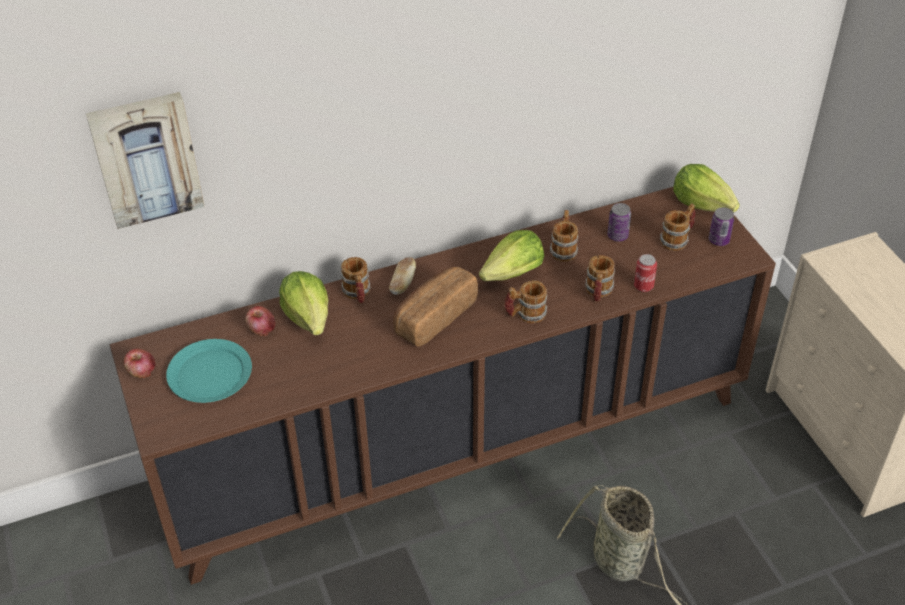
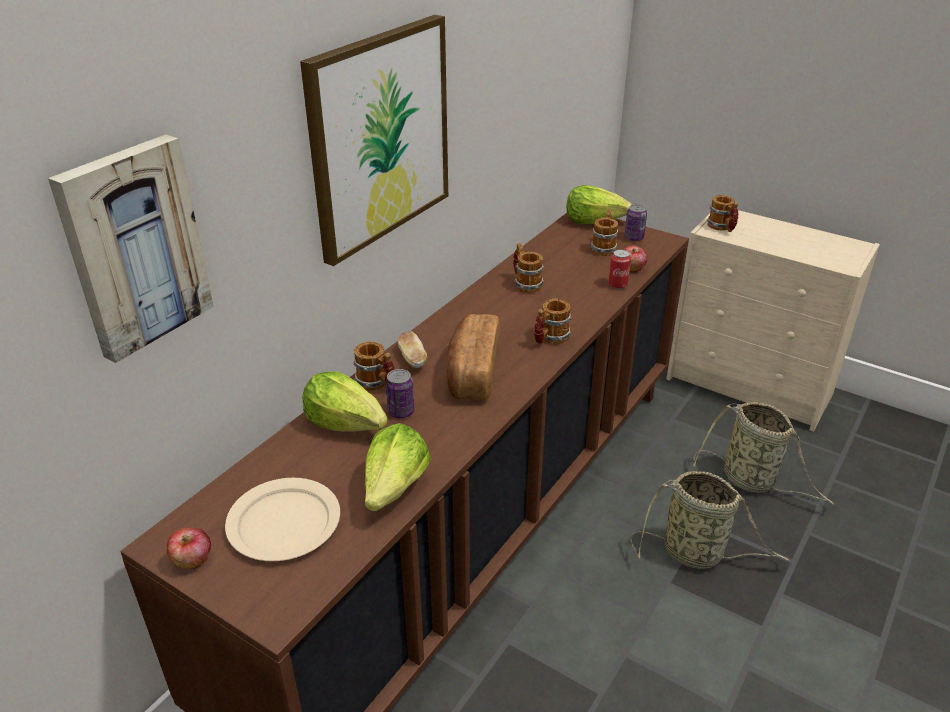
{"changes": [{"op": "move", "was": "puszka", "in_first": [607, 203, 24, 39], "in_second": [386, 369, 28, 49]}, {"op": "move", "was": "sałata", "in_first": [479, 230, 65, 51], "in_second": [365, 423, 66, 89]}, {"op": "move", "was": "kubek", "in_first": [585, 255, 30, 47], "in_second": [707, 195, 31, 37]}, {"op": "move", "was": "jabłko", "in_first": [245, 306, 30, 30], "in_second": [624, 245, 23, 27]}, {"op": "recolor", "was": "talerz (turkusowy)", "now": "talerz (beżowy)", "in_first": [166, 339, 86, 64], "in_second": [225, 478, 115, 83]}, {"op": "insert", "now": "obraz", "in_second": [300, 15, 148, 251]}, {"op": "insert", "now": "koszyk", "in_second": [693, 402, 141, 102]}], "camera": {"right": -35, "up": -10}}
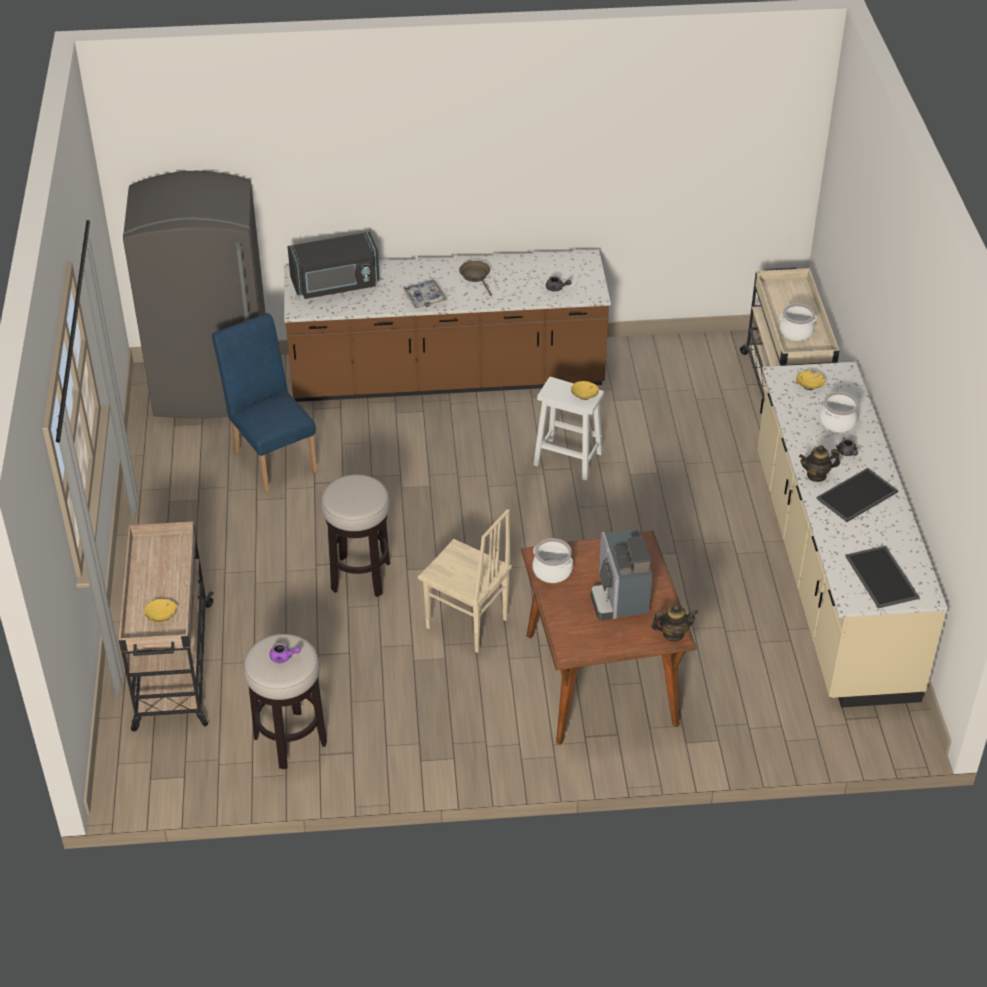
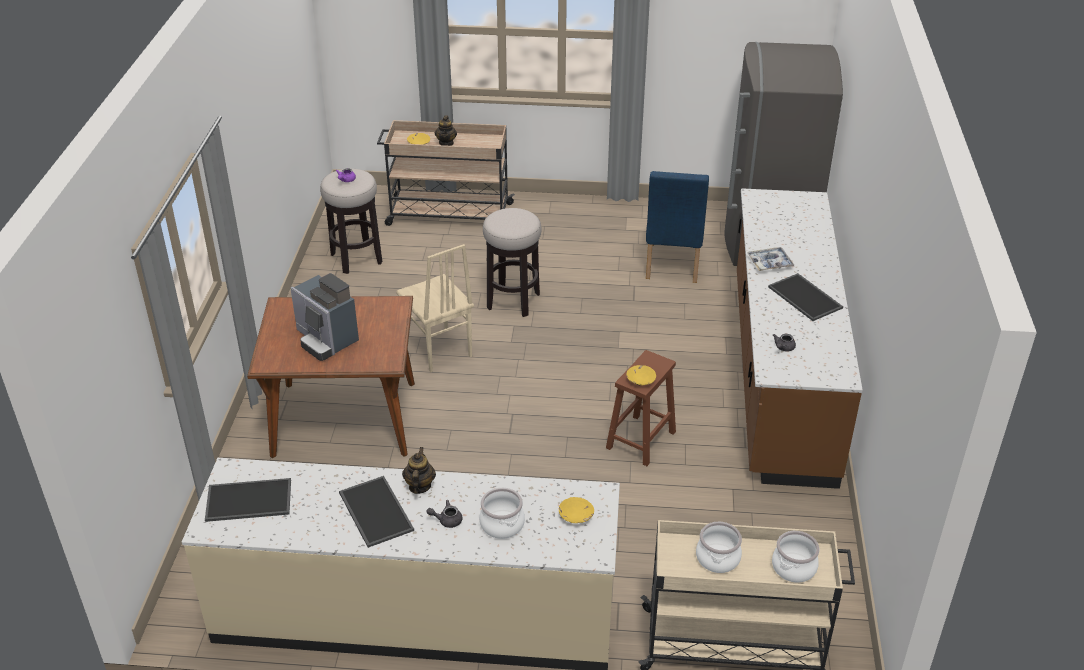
{"changes": [{"op": "delete", "was": "mikrofalówka (czarny)", "in_first": [287, 232, 93, 67]}, {"op": "replace", "was": "patelnia (brązowy)", "now": "taca", "in_first": [459, 261, 33, 35], "in_second": [768, 273, 75, 48]}, {"op": "rotate", "was": "krzesło (niebieski)", "in_first": [212, 313, 106, 180], "in_second": [646, 171, 63, 112], "clockwise": 120}, {"op": "recolor", "was": "stołek (biały)", "now": "stołek (brązowy)", "in_first": [533, 377, 71, 104], "in_second": [606, 350, 70, 116]}, {"op": "rotate", "was": "krzesło (beżowy)", "in_first": [418, 509, 94, 144], "in_second": [396, 244, 78, 128], "clockwise": -75}, {"op": "rotate", "was": "ekspres do kawy", "in_first": [591, 529, 61, 91], "in_second": [290, 273, 69, 88], "clockwise": -135}, {"op": "move", "was": "garnek", "in_first": [533, 538, 40, 45], "in_second": [772, 531, 47, 52]}, {"op": "move", "was": "imbryk", "in_first": [651, 604, 47, 38], "in_second": [435, 115, 22, 31]}], "camera": {"right": 100, "up": -5}}
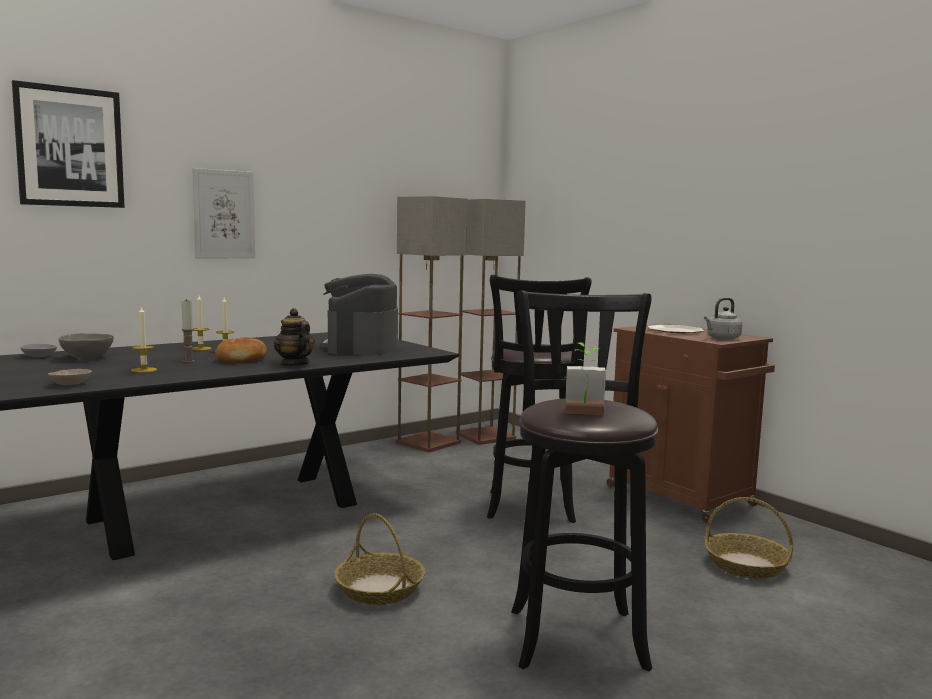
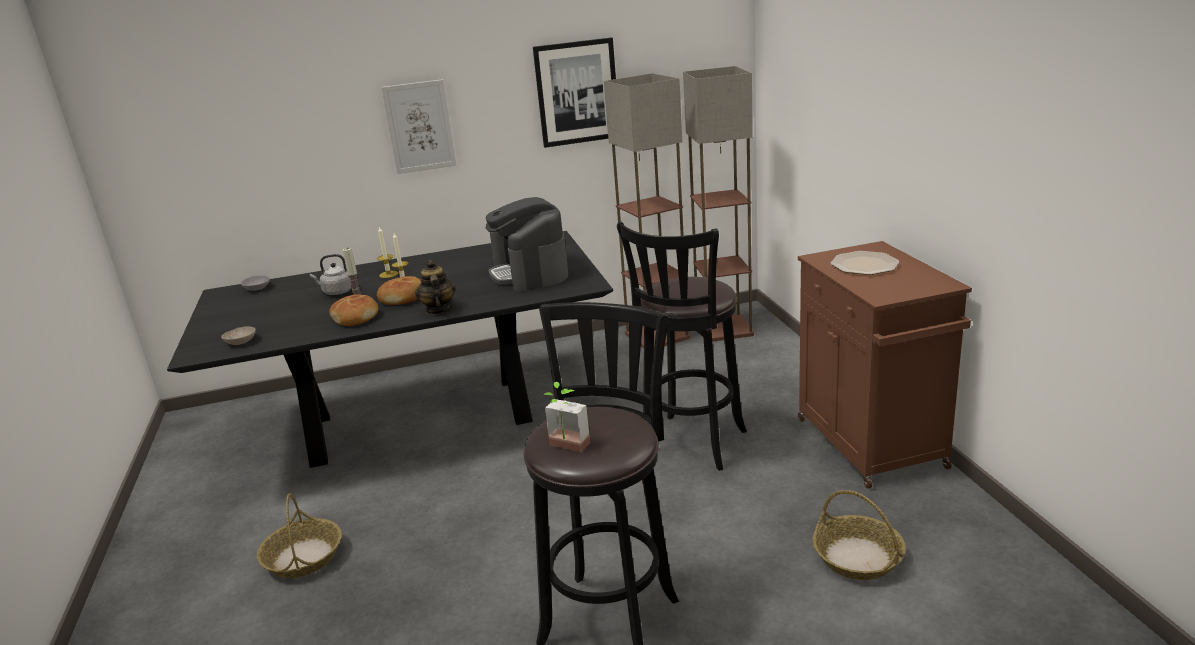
{"changes": [{"op": "move", "was": "obraz", "in_first": [12, 80, 113, 128], "in_second": [533, 37, 83, 111]}, {"op": "rotate", "was": "ekspres do kawy", "in_first": [320, 274, 78, 81], "in_second": [486, 197, 82, 94], "clockwise": -45}, {"op": "move", "was": "czajnik (szary)", "in_first": [704, 298, 38, 42], "in_second": [310, 254, 42, 41]}, {"op": "delete", "was": "świeca", "in_first": [131, 306, 26, 67]}, {"op": "delete", "was": "miska (szary)", "in_first": [58, 333, 56, 26]}, {"op": "move", "was": "koszyk", "in_first": [334, 513, 91, 92], "in_second": [257, 493, 85, 85]}, {"op": "insert", "now": "chleb", "in_second": [329, 294, 50, 32]}], "camera": {"right": 25, "up": 15}}
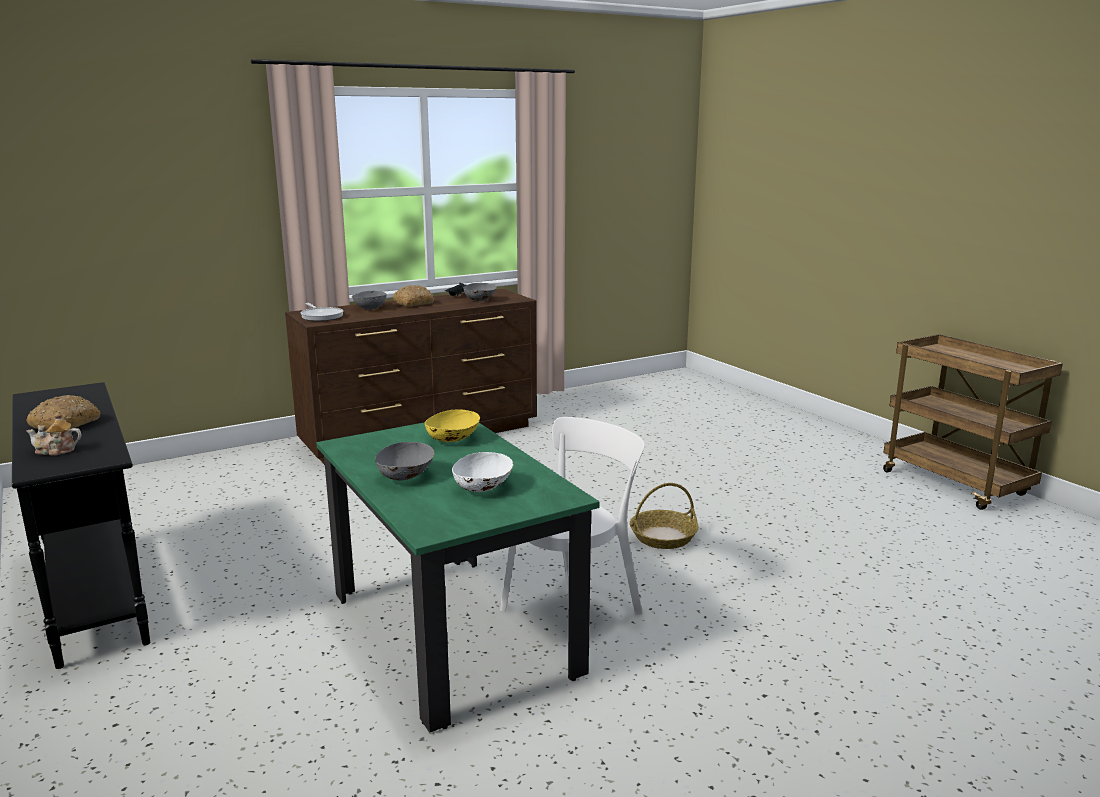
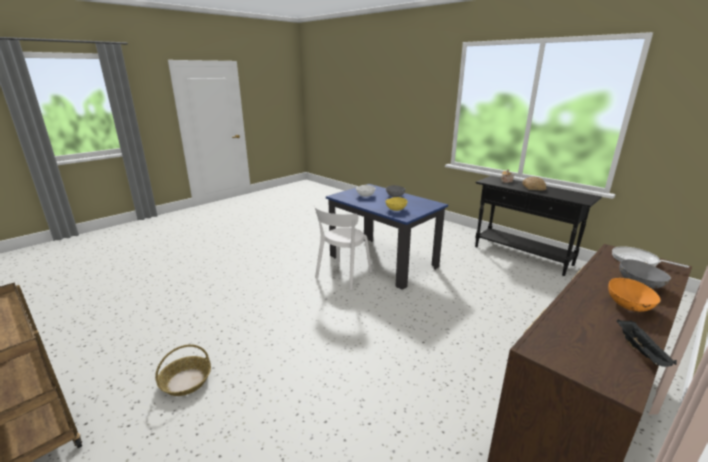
{"changes": [{"op": "delete", "was": "miska (szary)", "in_first": [463, 283, 34, 18]}, {"op": "replace", "was": "chleb", "now": "miska (pomarańczowy)", "in_first": [393, 285, 41, 22], "in_second": [608, 278, 53, 34]}, {"op": "recolor", "was": "stół jadalny (zielony)", "now": "stół jadalny (niebieski)", "in_first": [316, 422, 284, 311], "in_second": [326, 184, 122, 106]}, {"op": "move", "was": "koszyk", "in_first": [630, 483, 69, 66], "in_second": [155, 344, 56, 52]}], "camera": {"right": 165, "up": 5}}
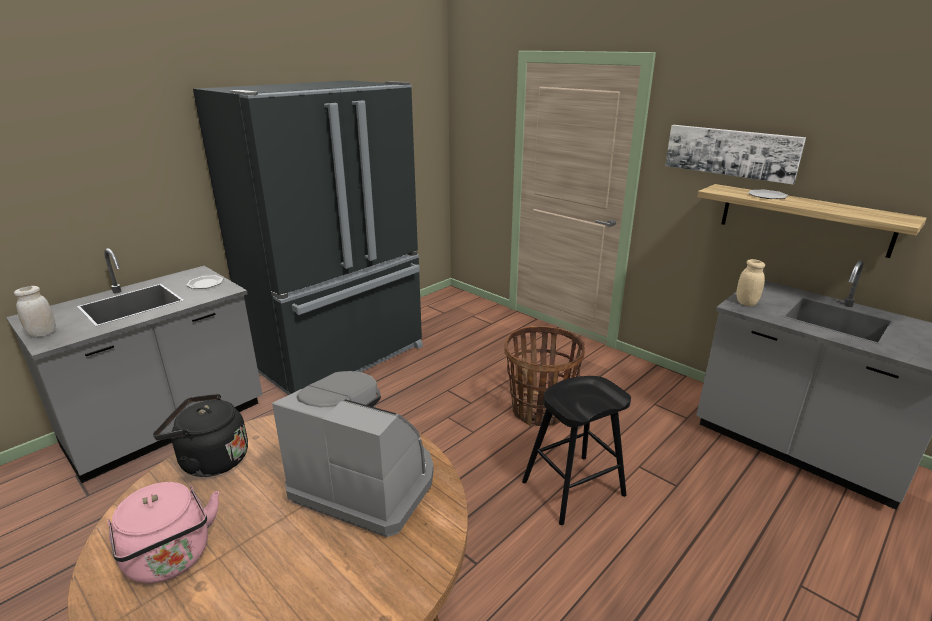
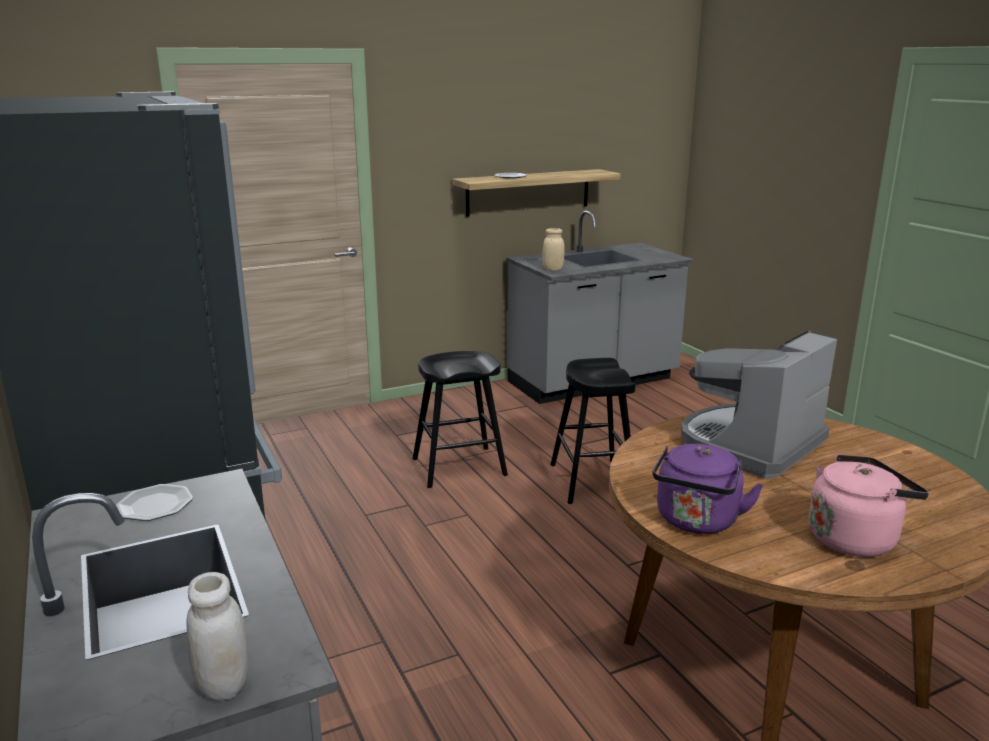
{"changes": [{"op": "delete", "was": "obraz", "in_first": [665, 125, 141, 60]}, {"op": "replace", "was": "koszyk", "now": "stołek (czarny)", "in_first": [504, 326, 81, 100], "in_second": [413, 351, 95, 137]}, {"op": "recolor", "was": "czajnik (czarny)", "now": "czajnik (fioletowy)", "in_first": [153, 394, 95, 83], "in_second": [652, 444, 111, 90]}], "camera": {"right": -70, "up": -5}}
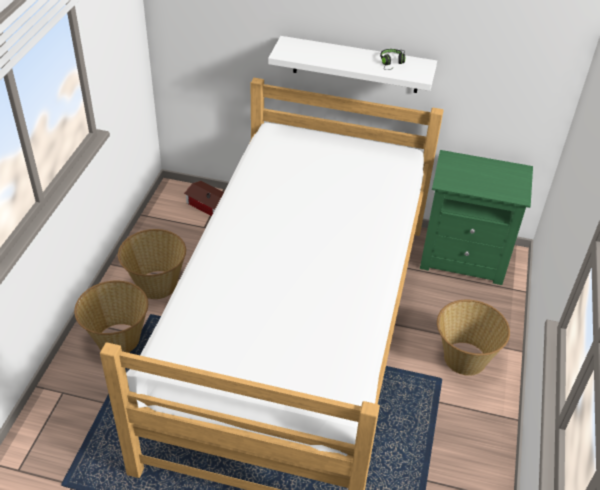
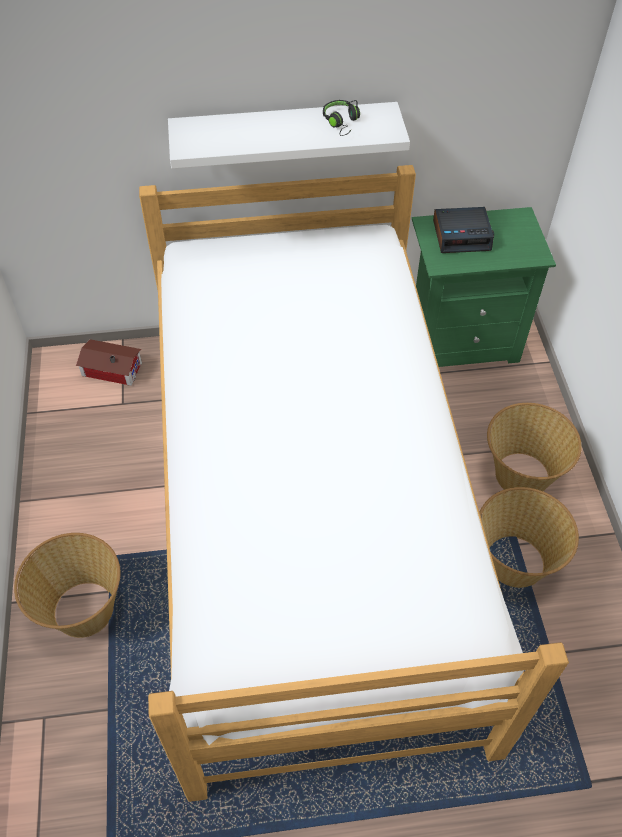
{"changes": [{"op": "move", "was": "koszyk", "in_first": [118, 229, 68, 70], "in_second": [479, 487, 100, 101]}, {"op": "insert", "now": "budzik", "in_second": [433, 207, 61, 46]}], "camera": {"right": -20, "up": 10}}
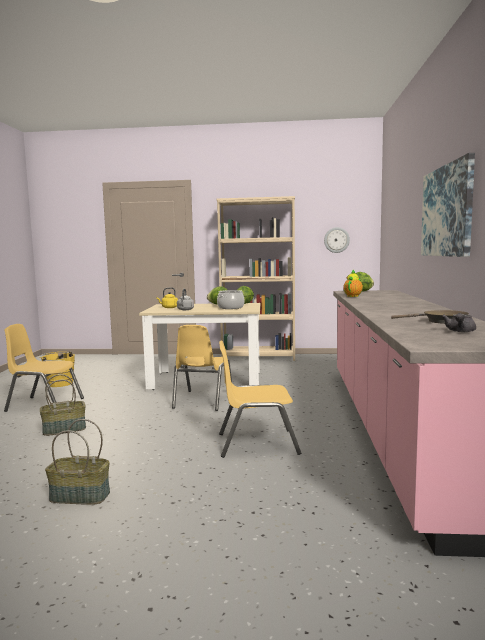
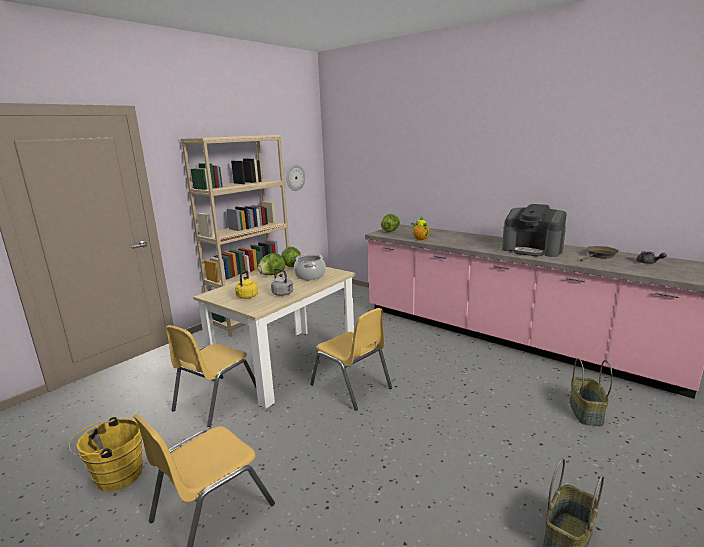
{"changes": [{"op": "delete", "was": "obraz", "in_first": [421, 153, 54, 104]}, {"op": "move", "was": "krzesło (żółty)", "in_first": [219, 340, 82, 118], "in_second": [165, 325, 91, 102]}, {"op": "move", "was": "koszyk", "in_first": [40, 374, 46, 62], "in_second": [569, 358, 44, 68]}, {"op": "insert", "now": "ekspres do kawy", "in_second": [502, 204, 65, 53]}], "camera": {"right": -55, "up": 10}}
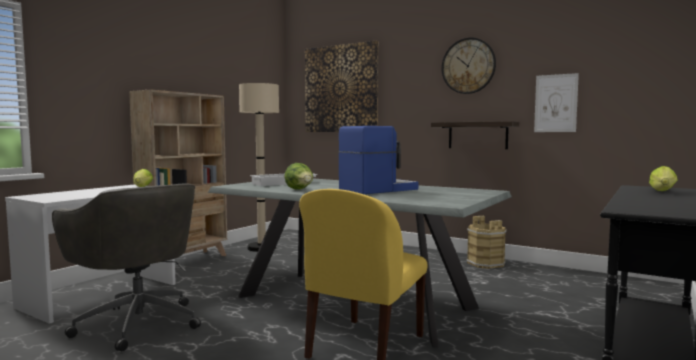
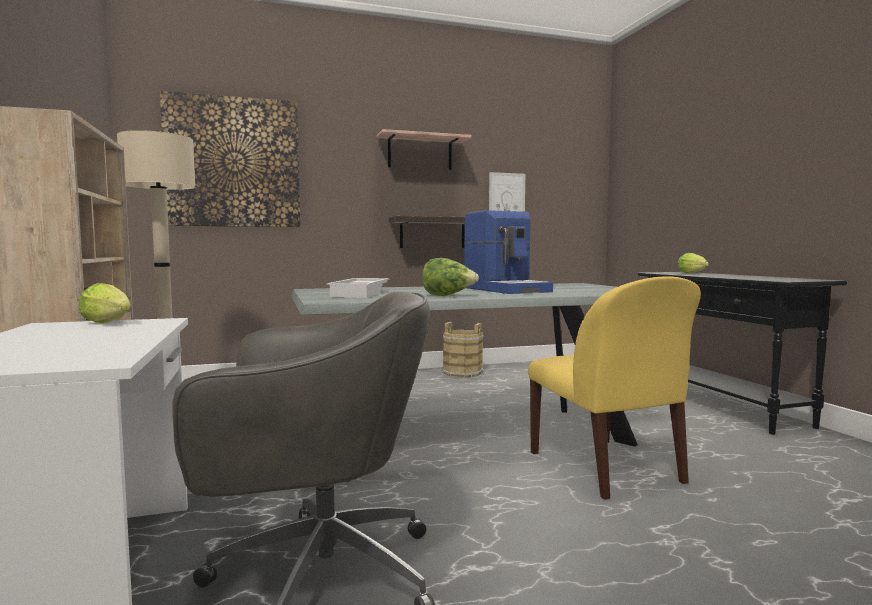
{"changes": [{"op": "replace", "was": "zegar ścienny", "now": "półka", "in_first": [441, 37, 55, 57], "in_second": [376, 129, 96, 41]}, {"op": "rotate", "was": "ekspres do kawy", "in_first": [338, 126, 80, 68], "in_second": [464, 210, 89, 84], "clockwise": 150}], "camera": {"right": -50, "up": 0}}
